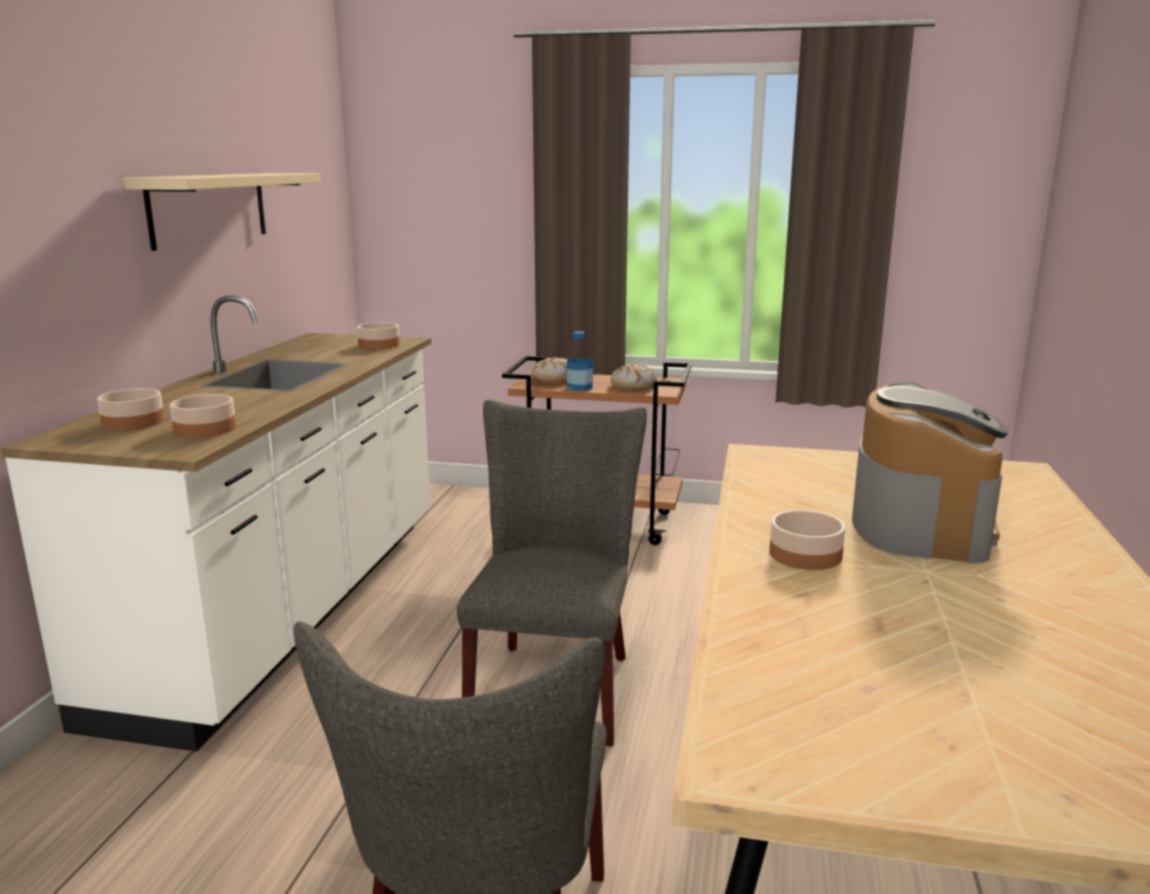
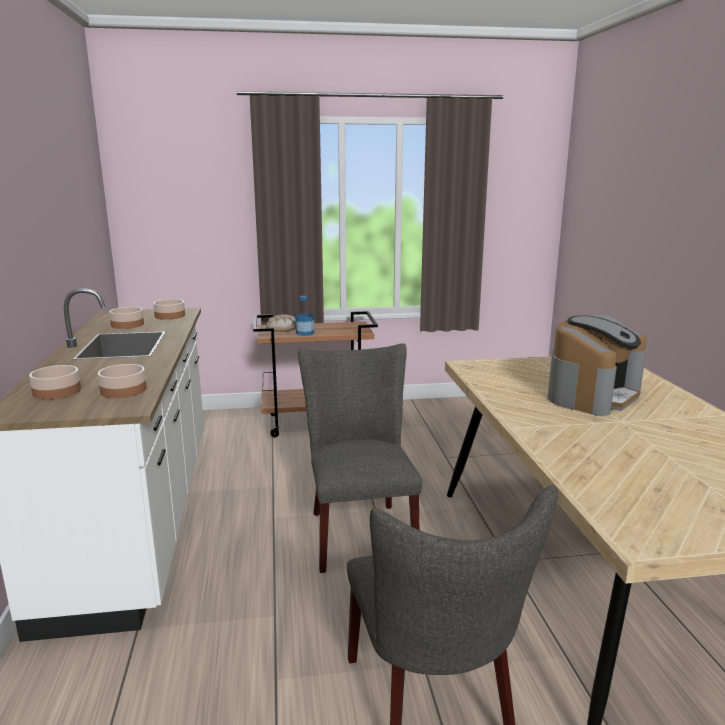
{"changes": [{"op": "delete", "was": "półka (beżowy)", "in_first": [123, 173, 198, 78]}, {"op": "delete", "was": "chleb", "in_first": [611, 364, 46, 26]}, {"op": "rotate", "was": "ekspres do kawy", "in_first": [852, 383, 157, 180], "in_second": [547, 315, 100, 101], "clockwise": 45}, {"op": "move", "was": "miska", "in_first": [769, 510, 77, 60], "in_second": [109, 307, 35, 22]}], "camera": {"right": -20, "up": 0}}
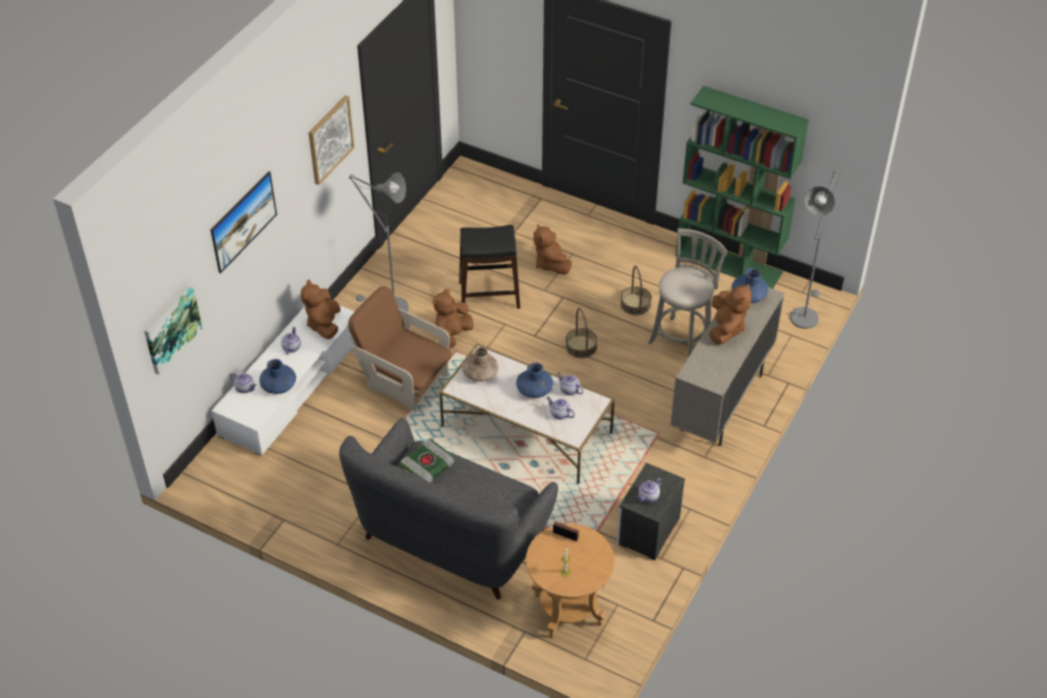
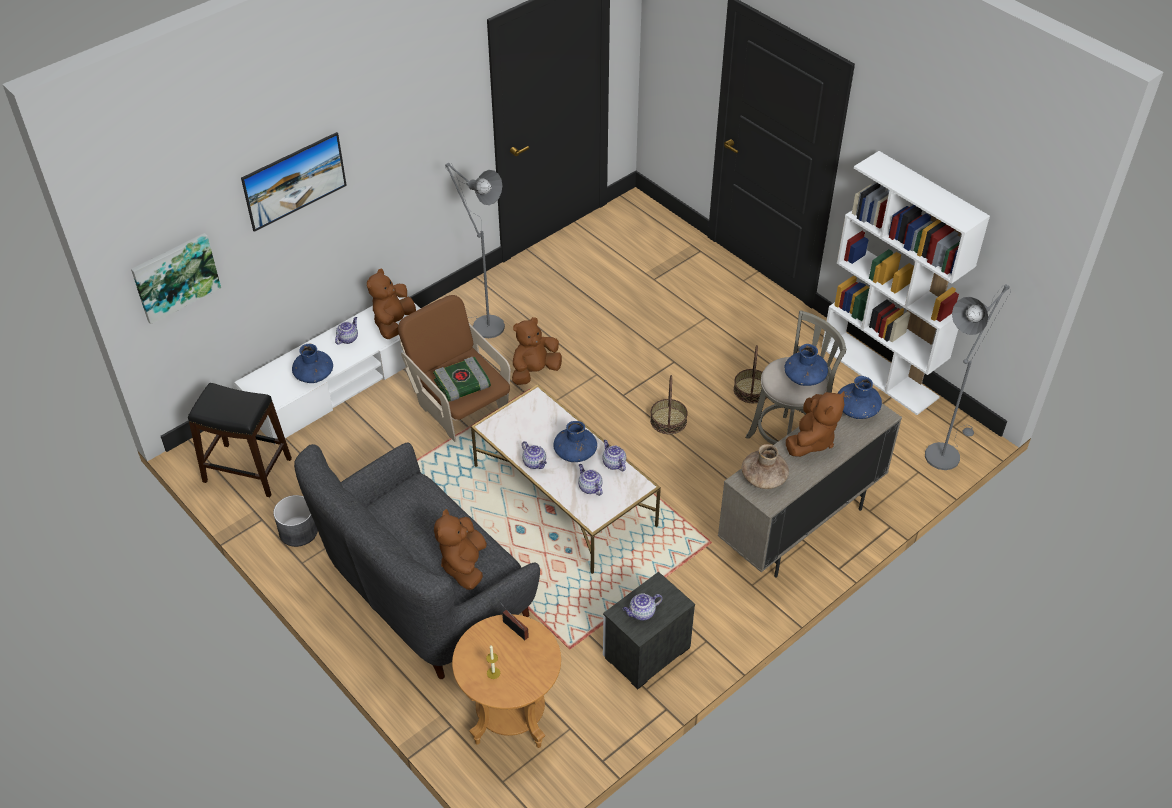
{"changes": [{"op": "recolor", "was": "regał (zielony)", "now": "regał (biały)", "in_first": [675, 86, 134, 203], "in_second": [822, 151, 168, 264]}, {"op": "delete", "was": "obraz", "in_first": [308, 95, 47, 90]}, {"op": "move", "was": "pluszak (brązowy)", "in_first": [534, 223, 38, 52], "in_second": [434, 509, 53, 81]}, {"op": "move", "was": "stołek (czarny)", "in_first": [459, 225, 61, 84], "in_second": [188, 383, 104, 114]}, {"op": "move", "was": "wazon (brązowy)", "in_first": [462, 347, 37, 35], "in_second": [742, 444, 47, 45]}, {"op": "move", "was": "imbryk", "in_first": [230, 373, 26, 20], "in_second": [522, 441, 25, 28]}, {"op": "move", "was": "książka", "in_first": [400, 439, 56, 44], "in_second": [433, 357, 58, 45]}, {"op": "insert", "now": "wazon (niebieski)", "in_second": [785, 344, 43, 42]}, {"op": "insert", "now": "donica (szary)", "in_second": [273, 495, 45, 52]}], "camera": {"right": 20, "up": 0}}
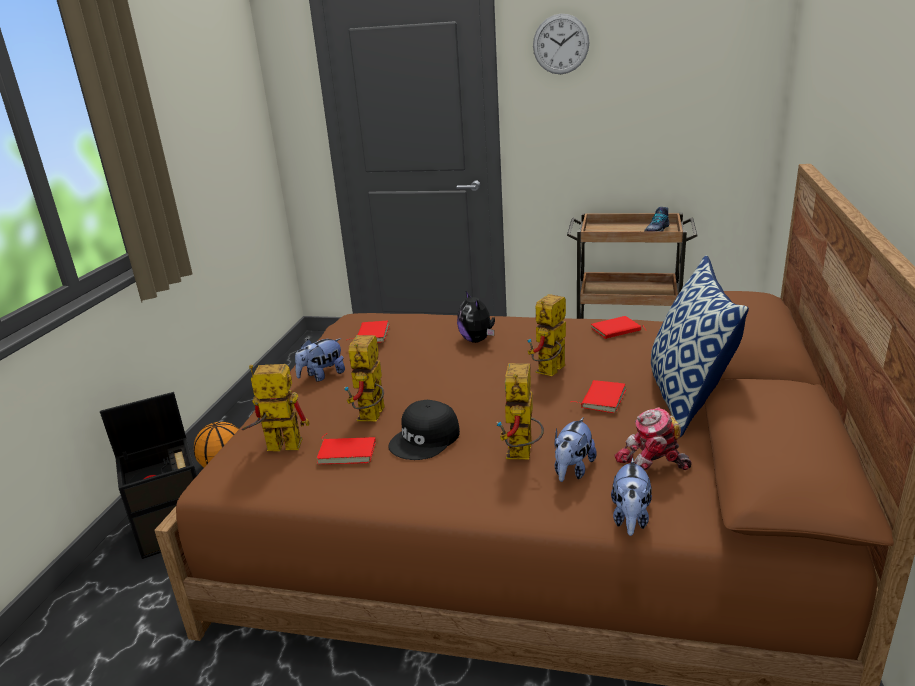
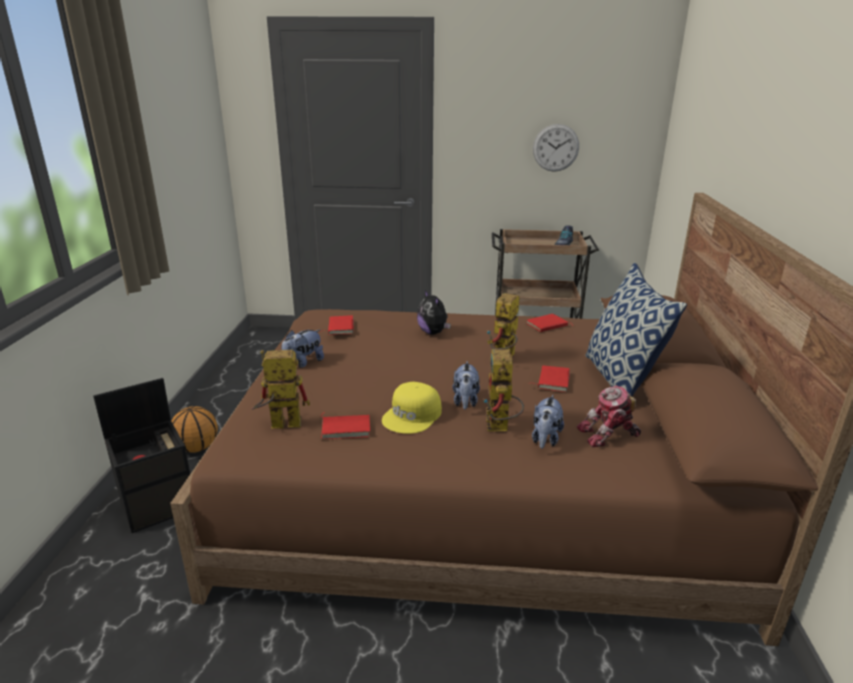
{"changes": [{"op": "move", "was": "zegar ścienny", "in_first": [533, 14, 56, 60], "in_second": [533, 124, 46, 48]}, {"op": "delete", "was": "robot zabawkowy", "in_first": [344, 335, 41, 86]}, {"op": "recolor", "was": "czapka z daszkiem (czarny)", "now": "czapka z daszkiem (żółty)", "in_first": [388, 400, 72, 60], "in_second": [382, 382, 60, 52]}, {"op": "move", "was": "pluszak", "in_first": [611, 458, 41, 78], "in_second": [453, 361, 27, 49]}], "camera": {"right": -10, "up": 0}}
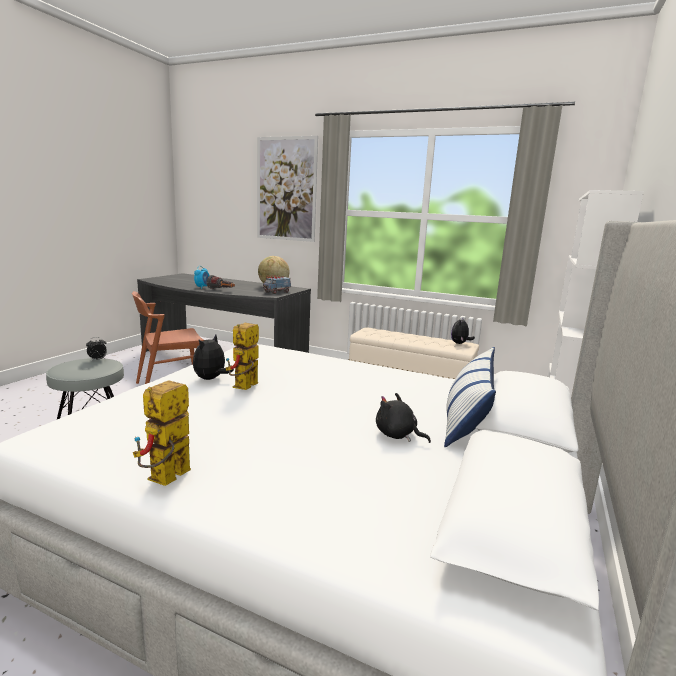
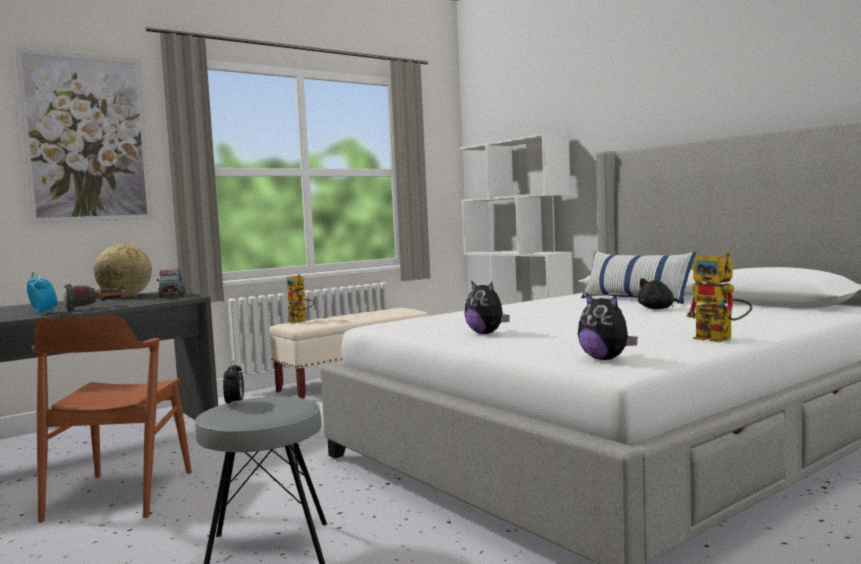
{"changes": [{"op": "move", "was": "pluszak", "in_first": [451, 319, 24, 25], "in_second": [578, 293, 60, 67]}, {"op": "move", "was": "robot zabawkowy", "in_first": [226, 323, 33, 67], "in_second": [287, 274, 27, 49]}], "camera": {"right": -60, "up": -10}}
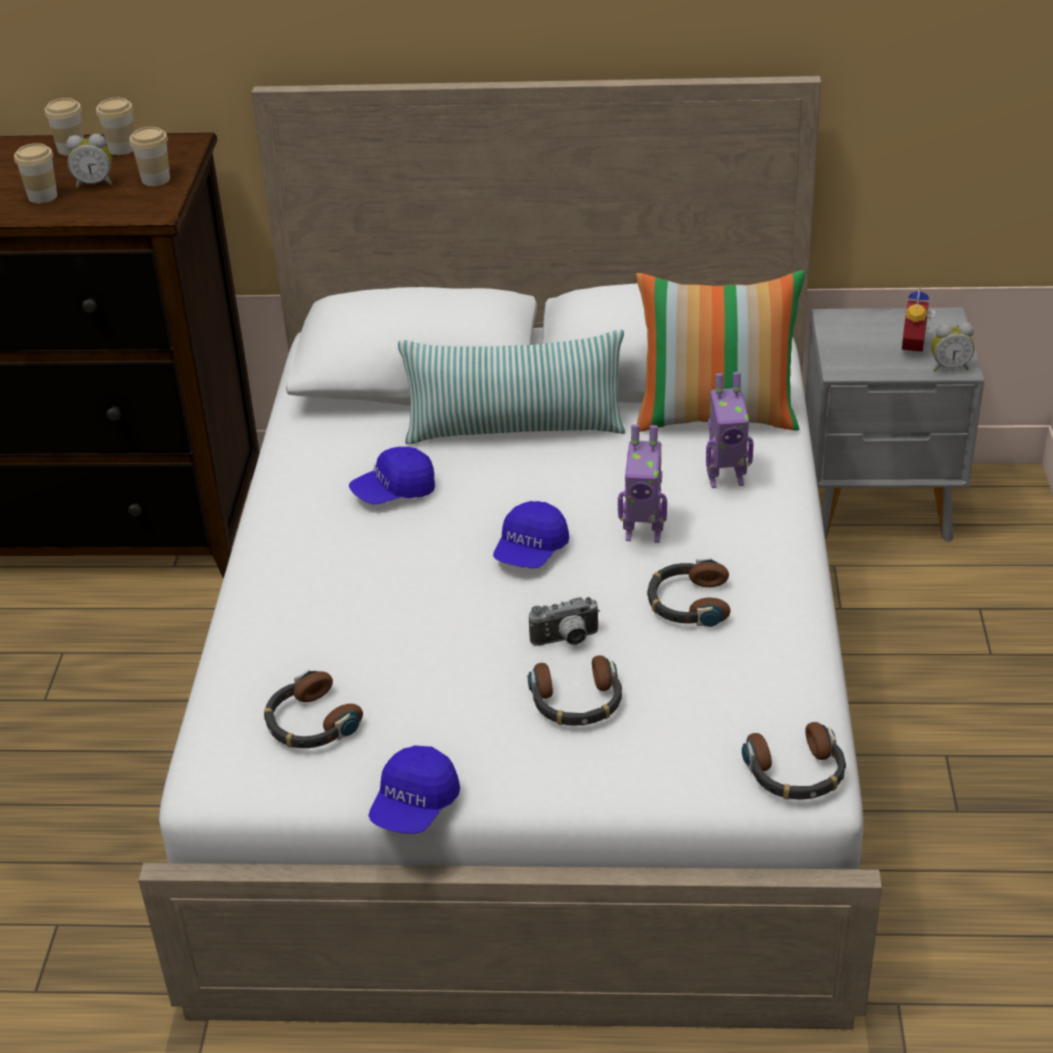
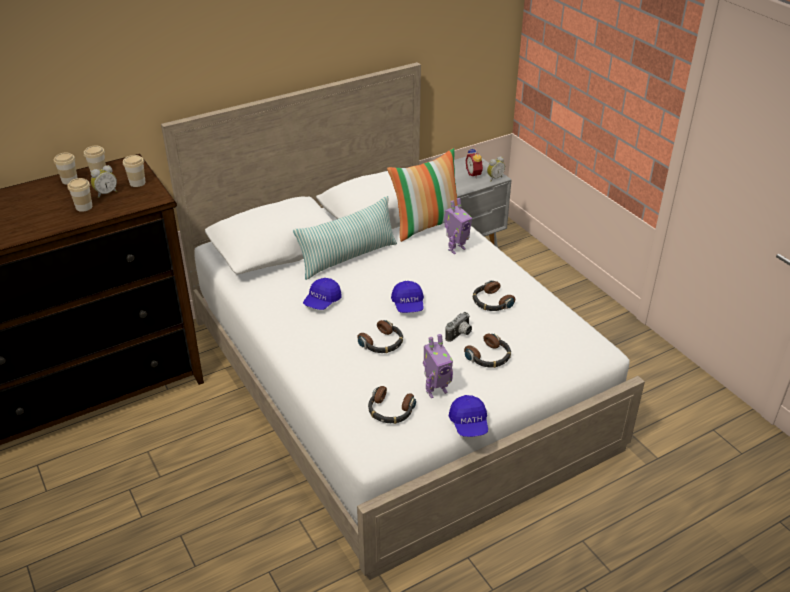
{"changes": [{"op": "move", "was": "robot zabawkowy", "in_first": [618, 424, 49, 119], "in_second": [423, 334, 30, 64]}, {"op": "move", "was": "słuchawki", "in_first": [742, 722, 104, 78], "in_second": [357, 320, 46, 33]}], "camera": {"right": -35, "up": 0}}
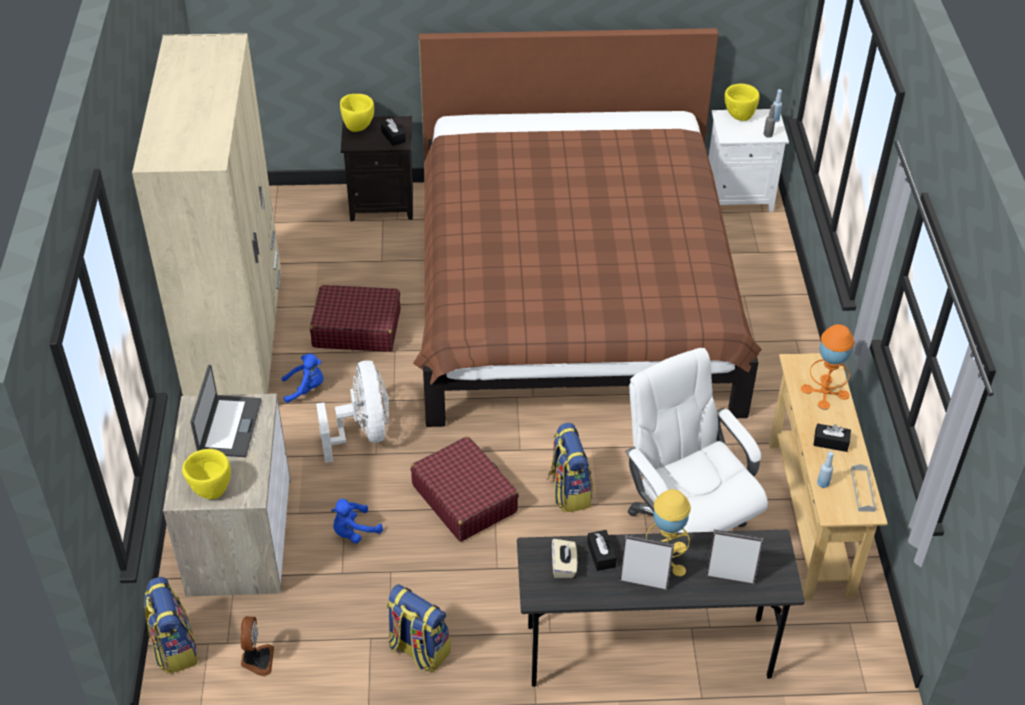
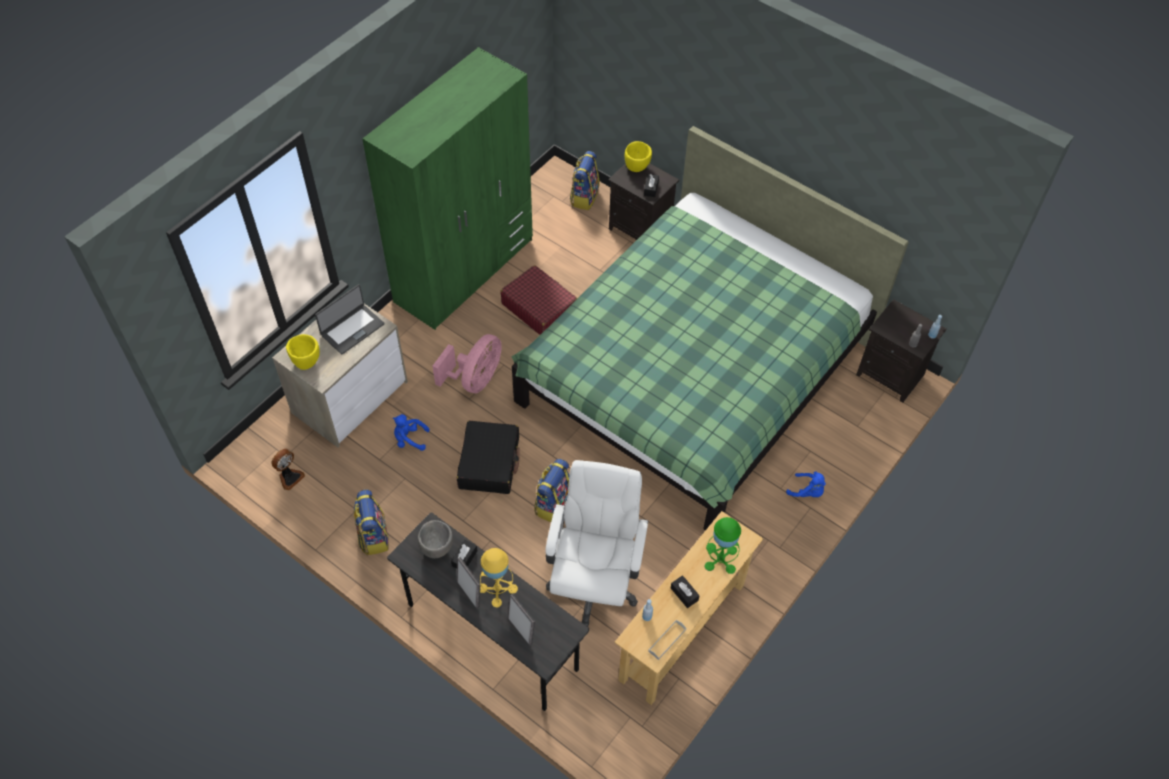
{"changes": [{"op": "recolor", "was": "łóżko (brązowy)", "now": "łóżko (zielony)", "in_first": [413, 28, 349, 399], "in_second": [511, 126, 398, 405]}, {"op": "recolor", "was": "szafa (beżowy)", "now": "szafa (zielony)", "in_first": [132, 33, 149, 363], "in_second": [362, 47, 171, 283]}, {"op": "delete", "was": "miska (żółty)", "in_first": [724, 84, 36, 37]}, {"op": "recolor", "was": "szafka nocna (biały)", "now": "szafka nocna (czarny)", "in_first": [708, 109, 81, 103], "in_second": [856, 299, 90, 103]}, {"op": "recolor", "was": "lampa stołowa (pomarańczowy)", "now": "lampa stołowa (zielony)", "in_first": [801, 324, 53, 86], "in_second": [705, 517, 36, 57]}, {"op": "move", "was": "pluszak (niebieski)", "in_first": [282, 354, 41, 49], "in_second": [786, 471, 40, 26]}, {"op": "recolor", "was": "wentylator (biały)", "now": "wentylator (różowy)", "in_first": [316, 360, 73, 103], "in_second": [432, 334, 70, 59]}, {"op": "recolor", "was": "walizka (czerwony)", "now": "walizka (czarny)", "in_first": [411, 436, 108, 106], "in_second": [457, 420, 63, 74]}, {"op": "replace", "was": "pudełko chusteczek (beżowy)", "now": "miska (szary)", "in_first": [552, 539, 25, 39], "in_second": [418, 520, 35, 38]}, {"op": "move", "was": "plecak", "in_first": [145, 577, 53, 97], "in_second": [570, 151, 30, 59]}], "camera": {"right": 40, "up": 10}}
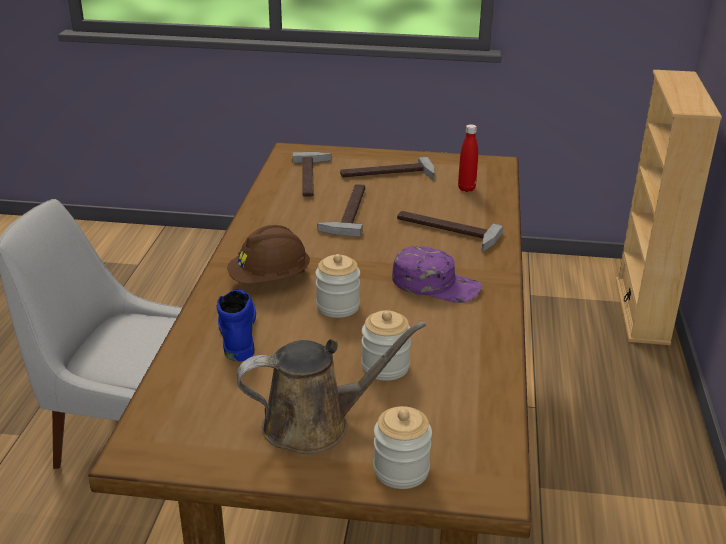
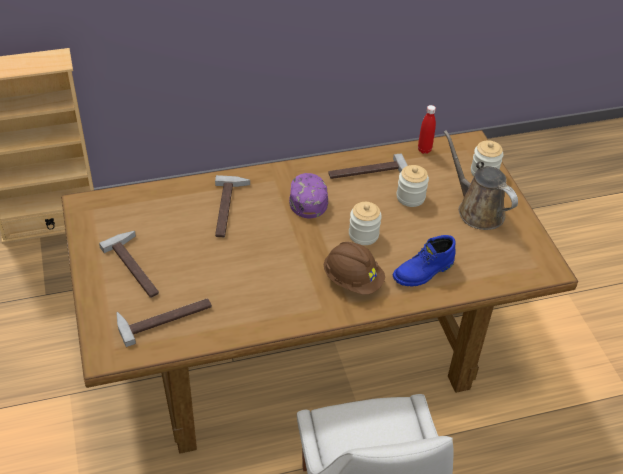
{"changes": [{"op": "move", "was": "butelka (czerwony)", "in_first": [458, 124, 20, 68], "in_second": [418, 105, 18, 49]}, {"op": "move", "was": "młotek", "in_first": [317, 184, 48, 53], "in_second": [328, 153, 80, 26]}], "camera": {"right": -115, "up": 15}}
